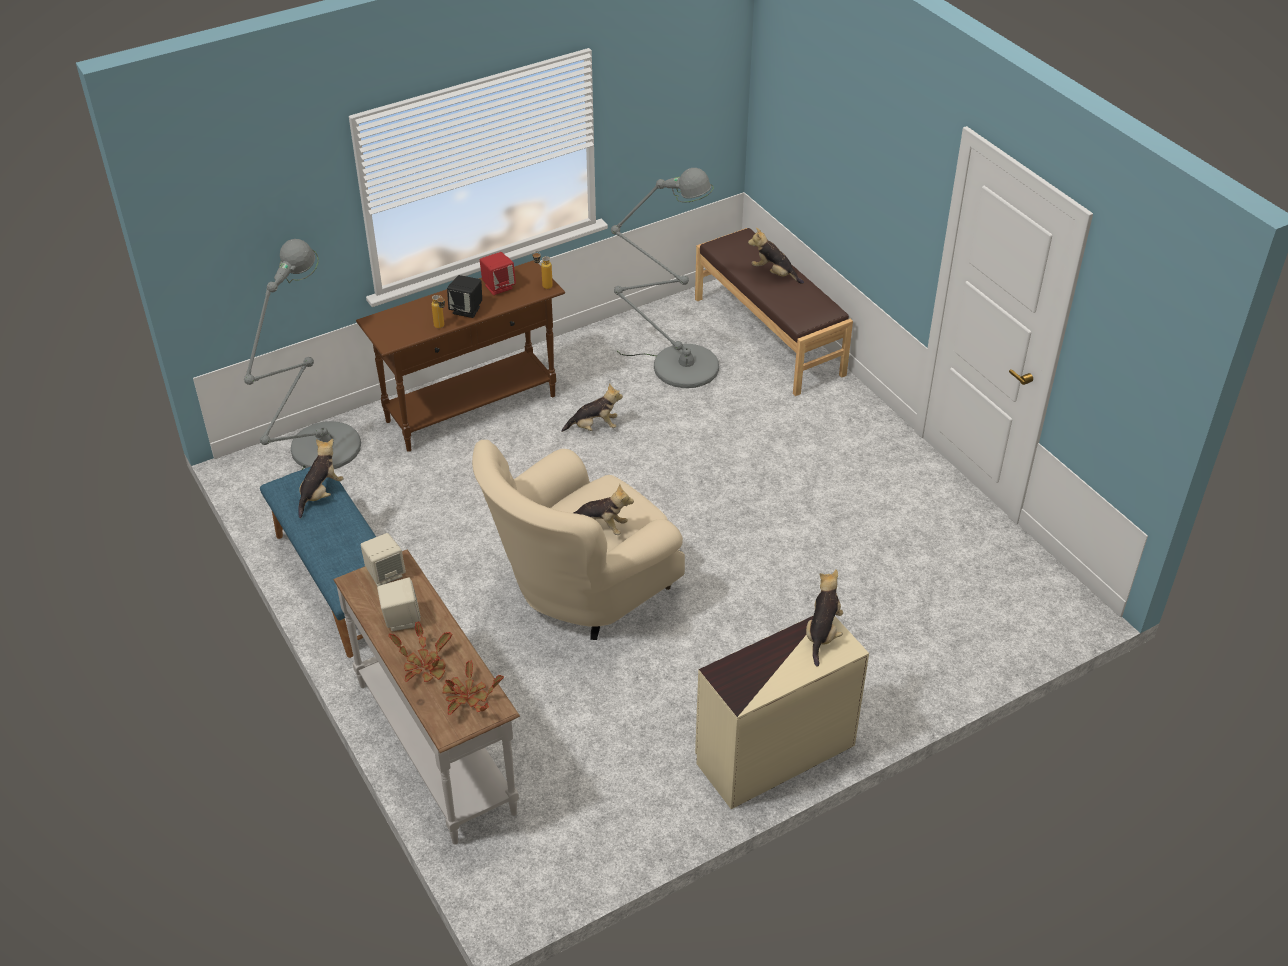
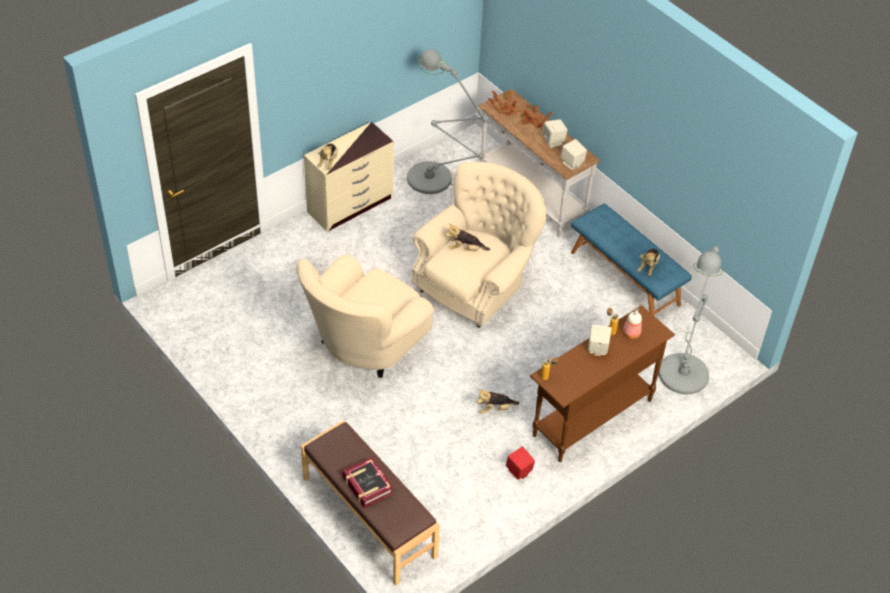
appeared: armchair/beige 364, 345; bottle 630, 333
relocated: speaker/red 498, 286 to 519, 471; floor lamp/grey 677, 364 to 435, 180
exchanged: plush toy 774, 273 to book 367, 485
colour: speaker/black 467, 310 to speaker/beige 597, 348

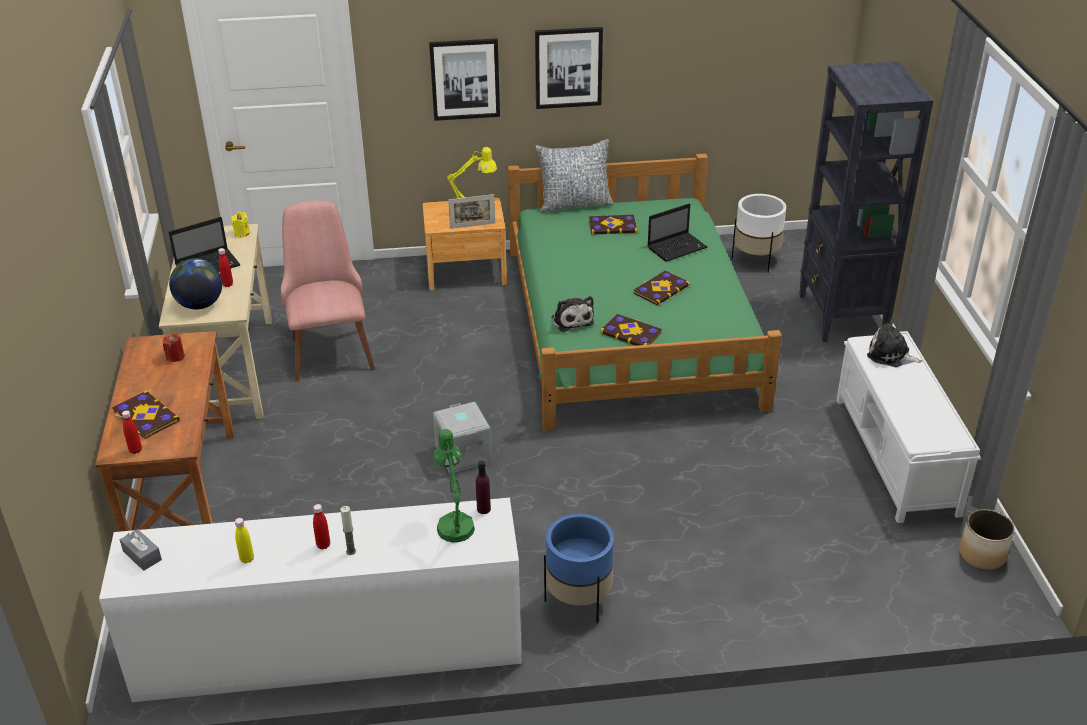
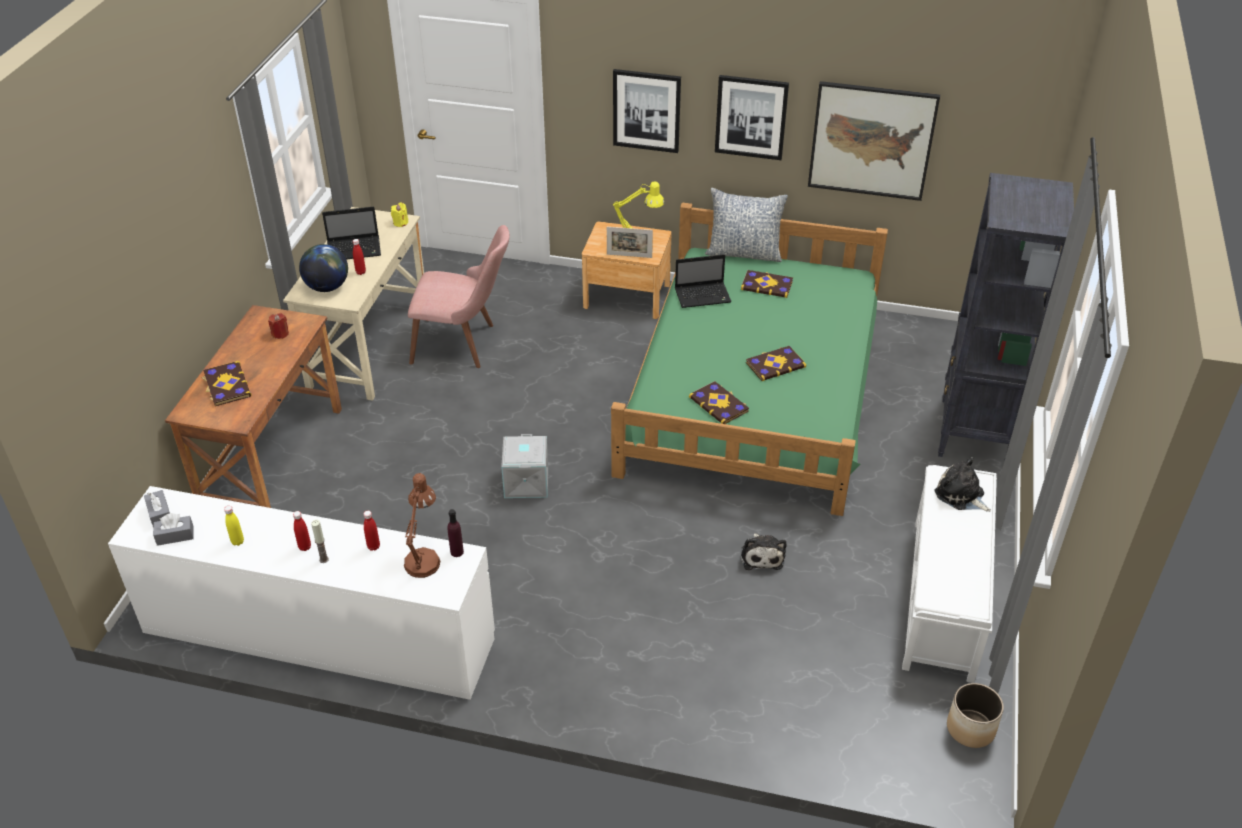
missing: planter/blue 579, 600; planter/white 756, 260
appeared: tissue box/grey 175, 536; picture 871, 140
relocated: bottle/red 135, 450 to 373, 546; plush toy 571, 320 to 762, 556; laptop 677, 247 to 703, 296
colour: table lamp/green 454, 523 to table lamp/brown 424, 558
spun: chair/pink 329, 346 = 464, 344 90 degrees clockwise

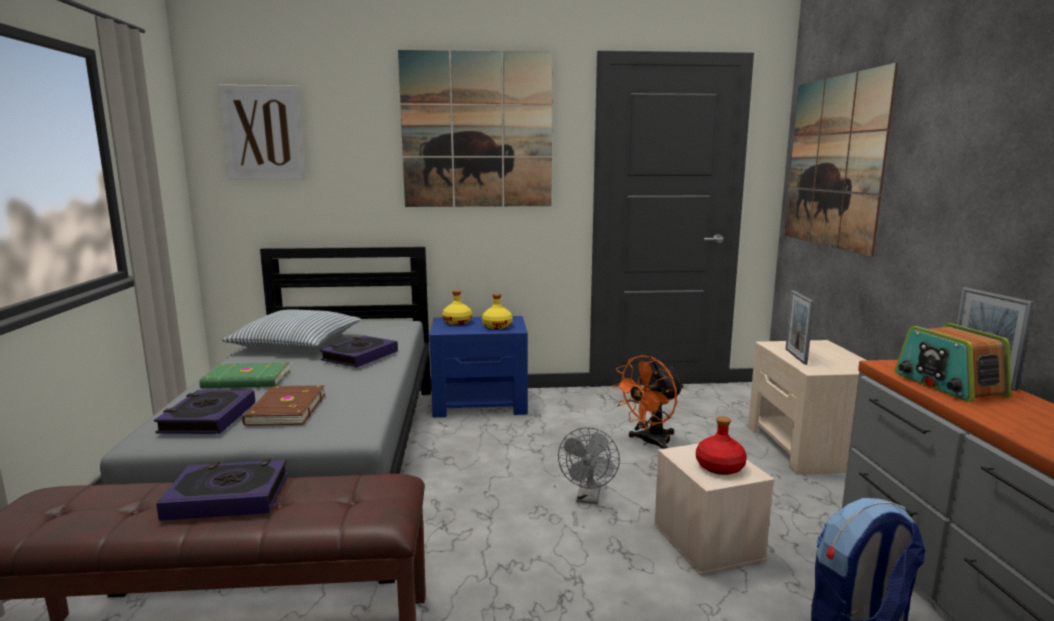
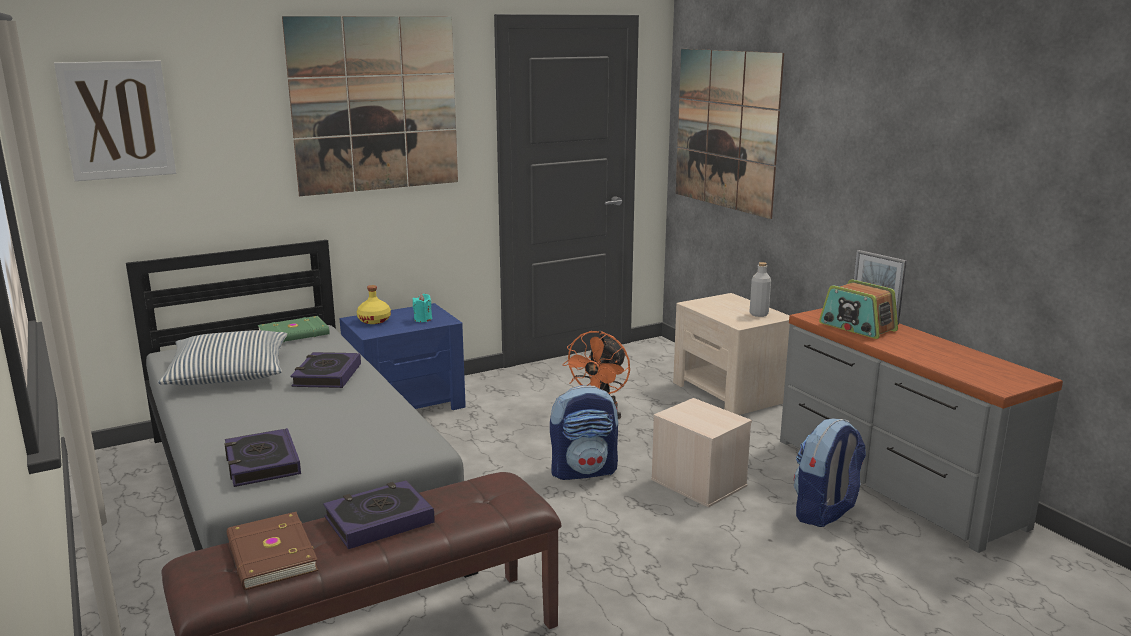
missing: bottle/red 719, 467; picture frame 795, 356
appeared: bottle/grey 758, 314
relocated: book/green 247, 380 to 294, 334; book/brown 285, 409 to 269, 555
exchanged: bottle/yellow 497, 326 to candle/turquoise 423, 319; fan/grey 588, 498 to backpack 584, 471

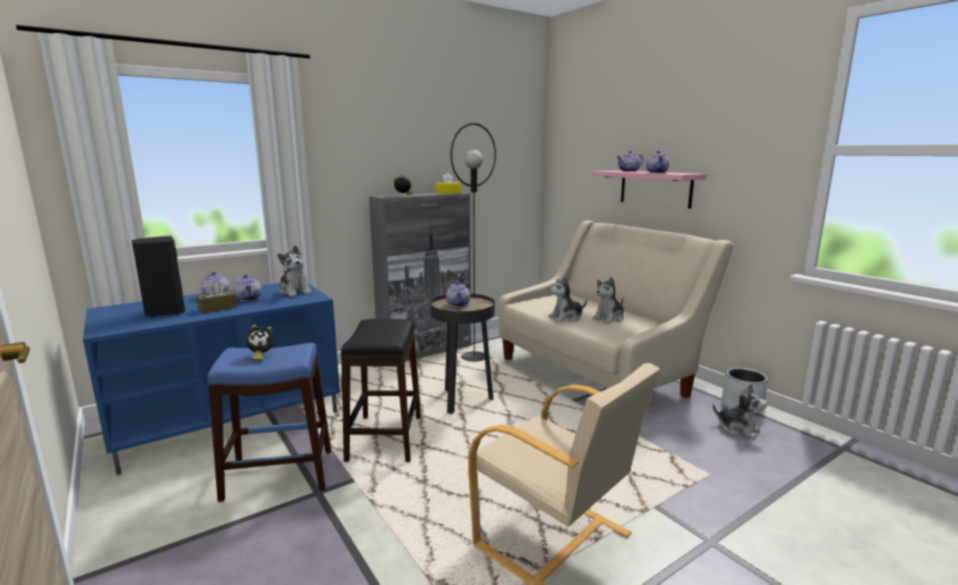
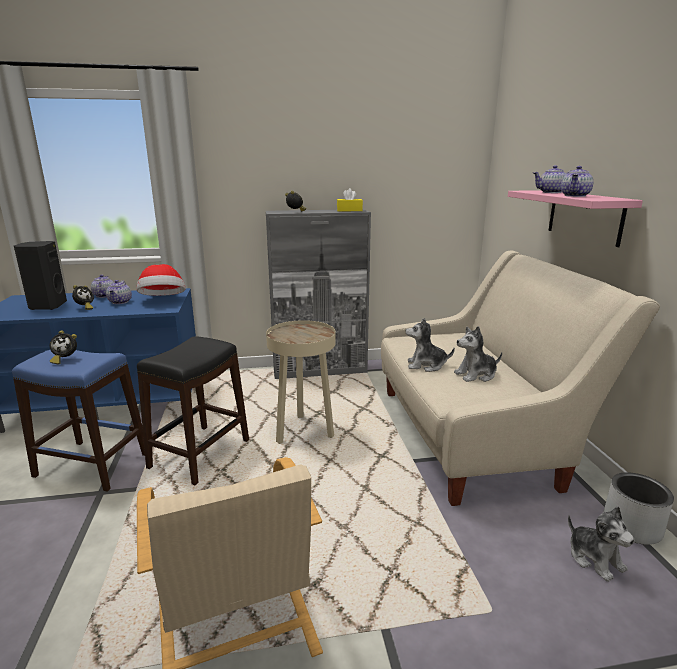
missing: teapot 458, 304; floor lamp/black 474, 357
exchanged: tissue box/brown 217, 308 to alarm clock 85, 308; plush toy 295, 292 to hat 163, 300
colour: side table/black 463, 400 to side table/beige 304, 432

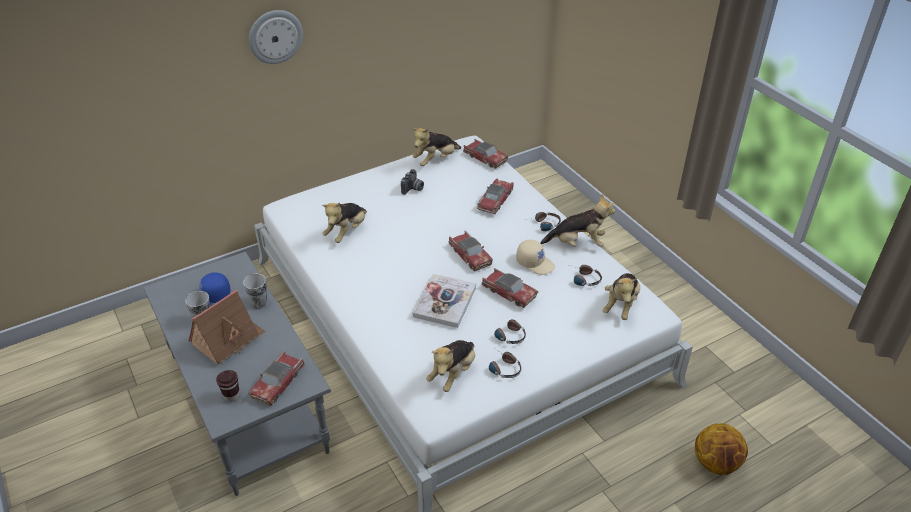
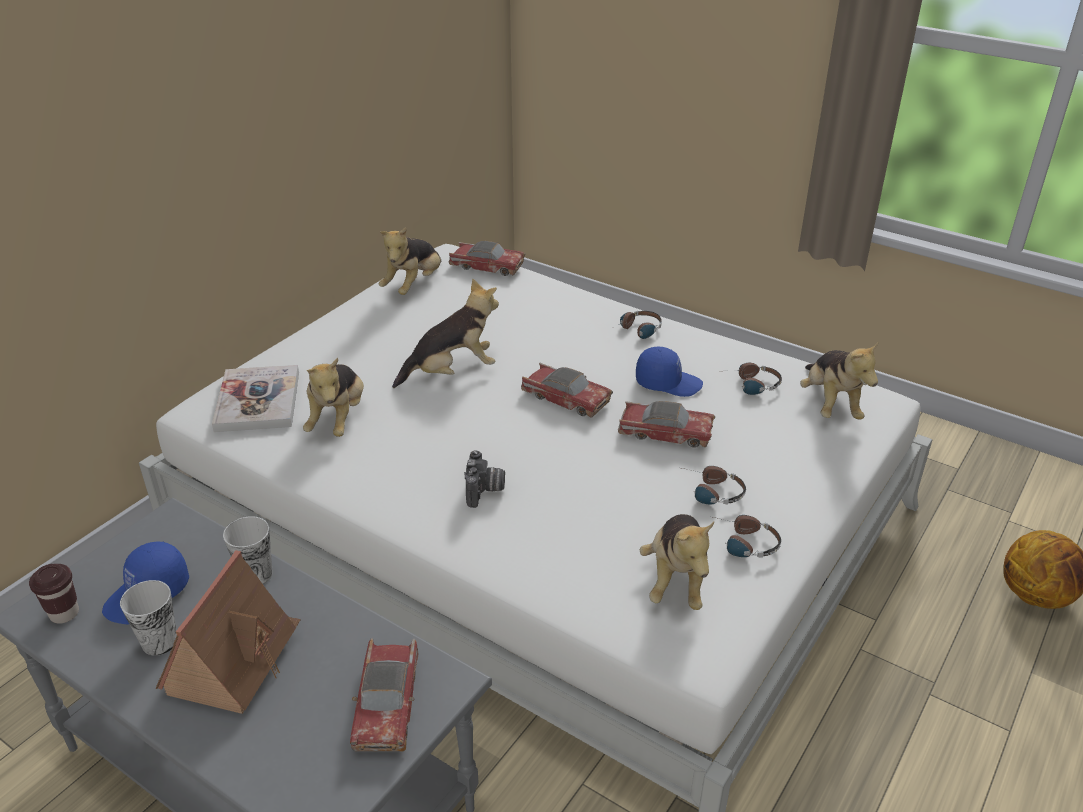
missing: wall clock 275, 36; toy car 495, 200
relocated: cup/brown 232, 396 to 64, 613; photo camera 413, 189 to 485, 491; book 445, 302 to 258, 401; plush toy 577, 243 to 452, 372
colour: cap/beige 535, 263 to cap/blue 668, 382

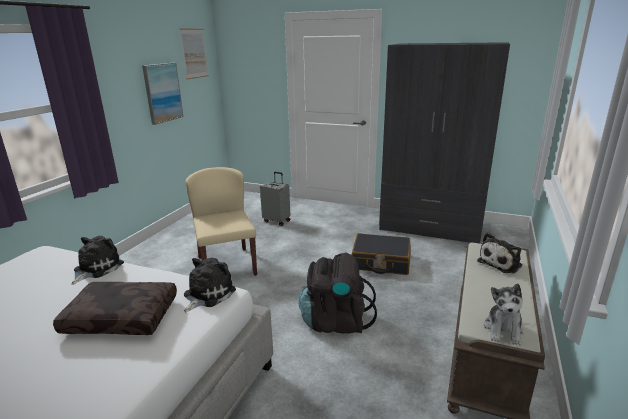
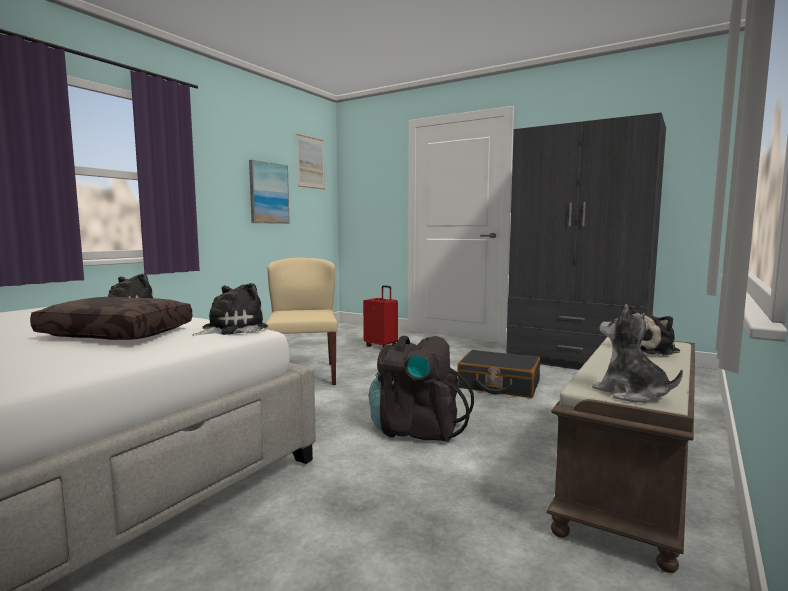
colour: suitcase/grey 277, 221 to suitcase/red 381, 346
spun: plush toy 503, 330 = 631, 393 120 degrees clockwise

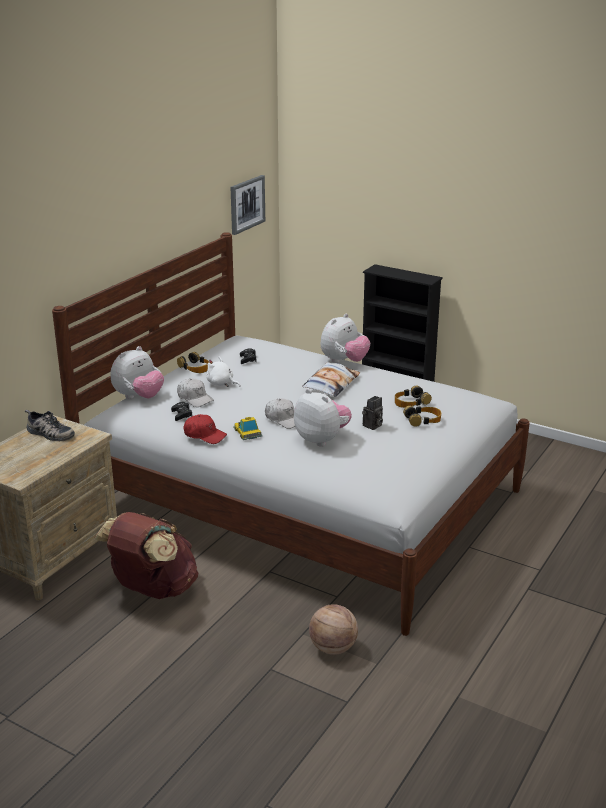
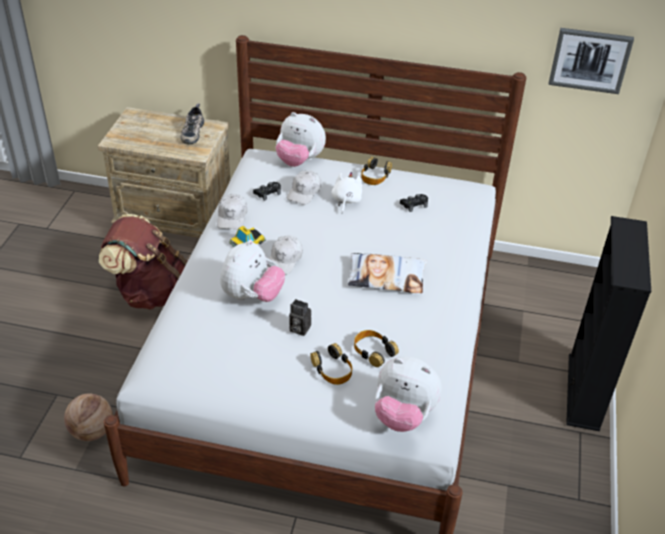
relocated: plush toy 344, 361 to 403, 415
colour: cap/red 205, 435 to cap/white 232, 217

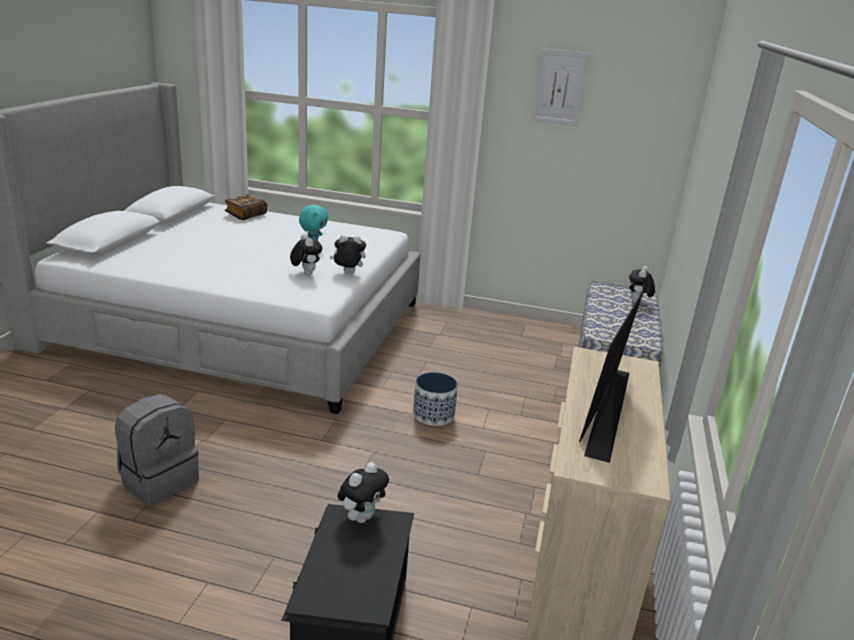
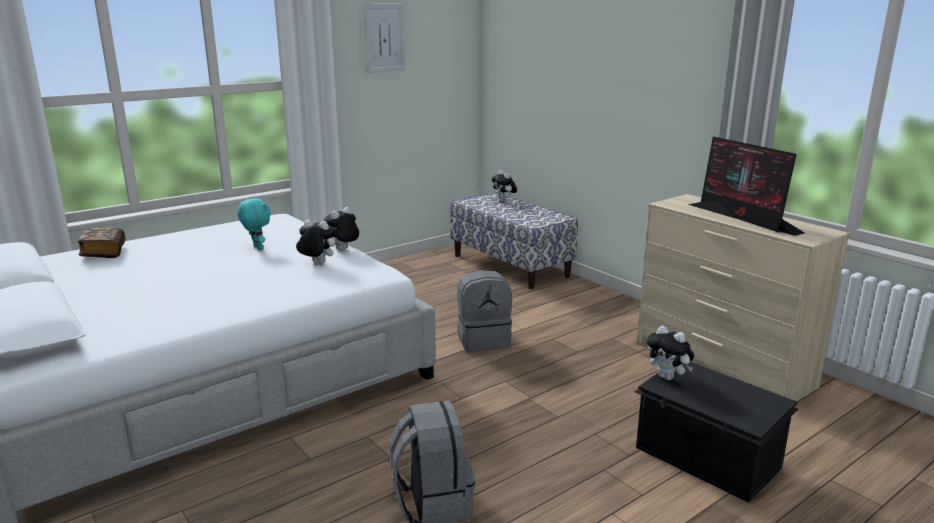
exchanged: planter 434, 415 to backpack/grey 483, 340
spun: plush toy 362, 517 = 668, 377 150 degrees clockwise

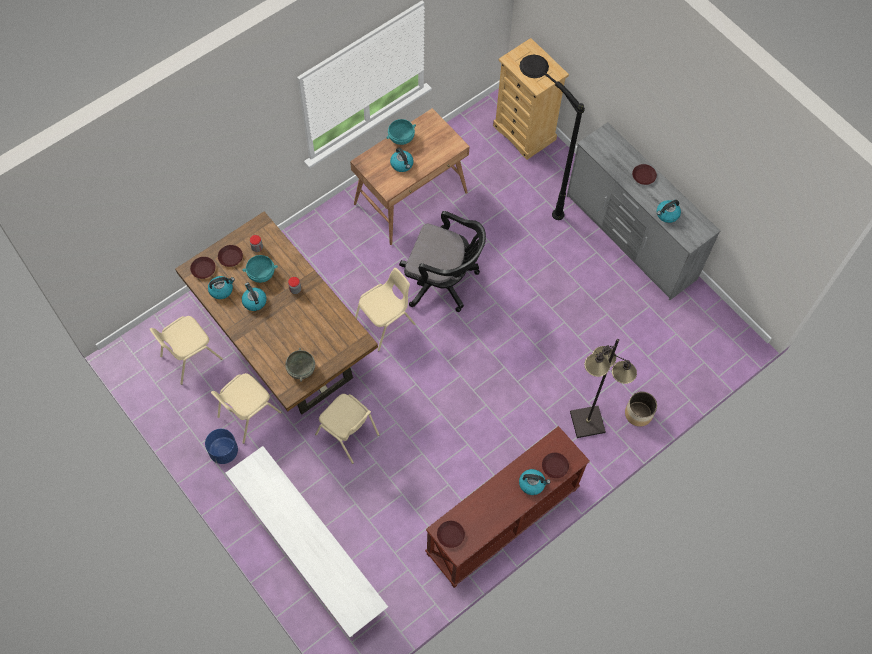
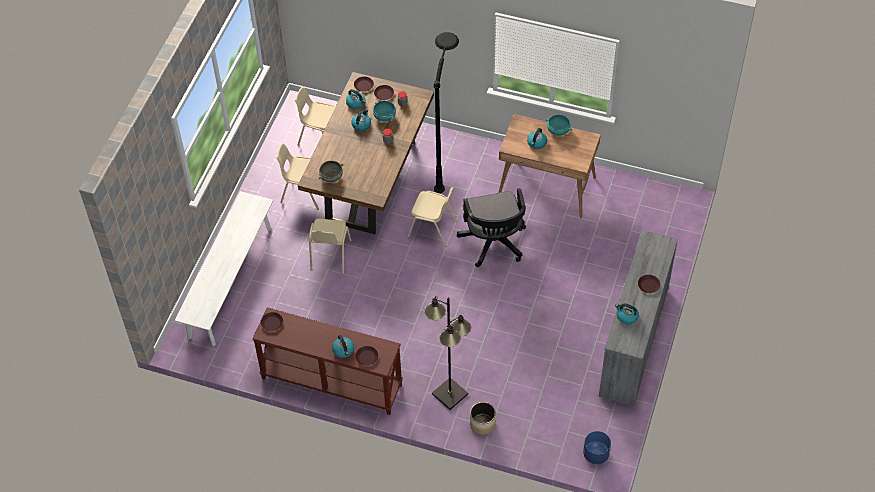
missing: dresser/beige 524, 133
relocated: planter/blue 224, 452 to 596, 454; floor lamp/black 529, 191 to 446, 162

